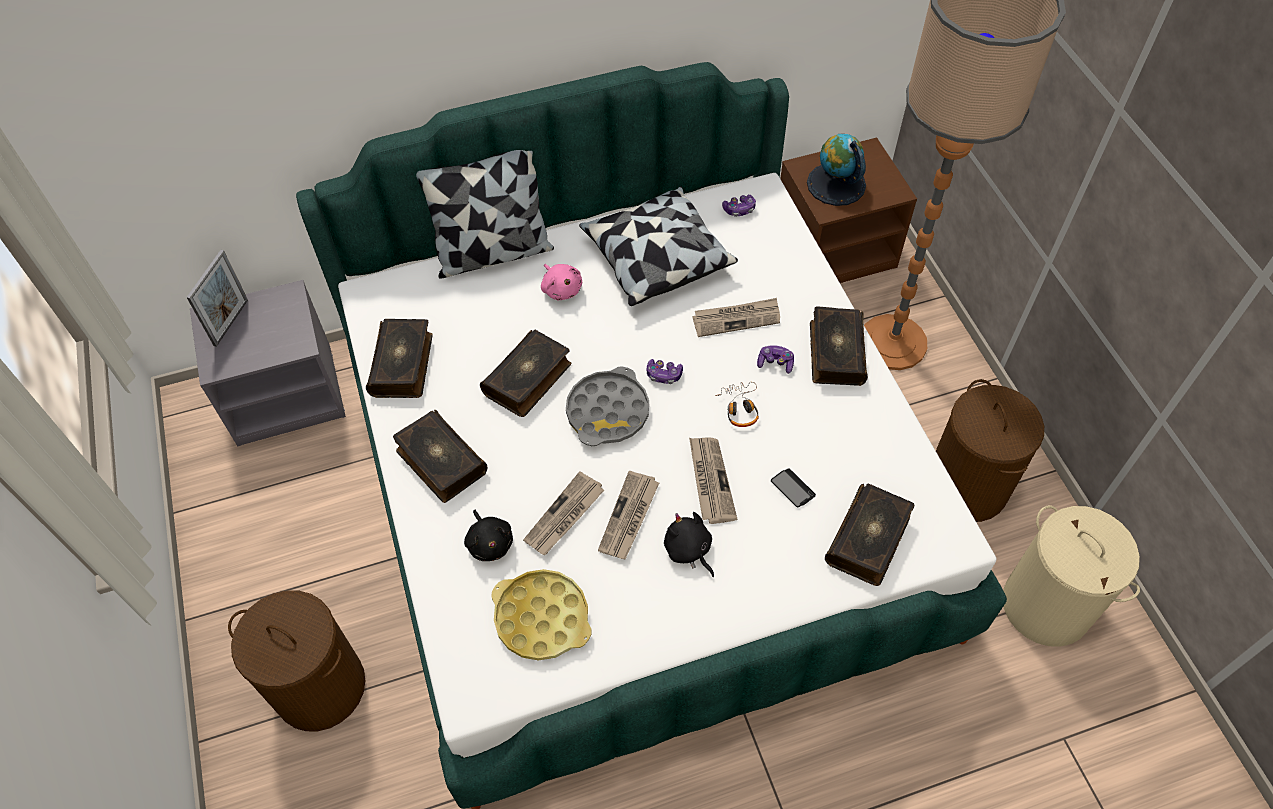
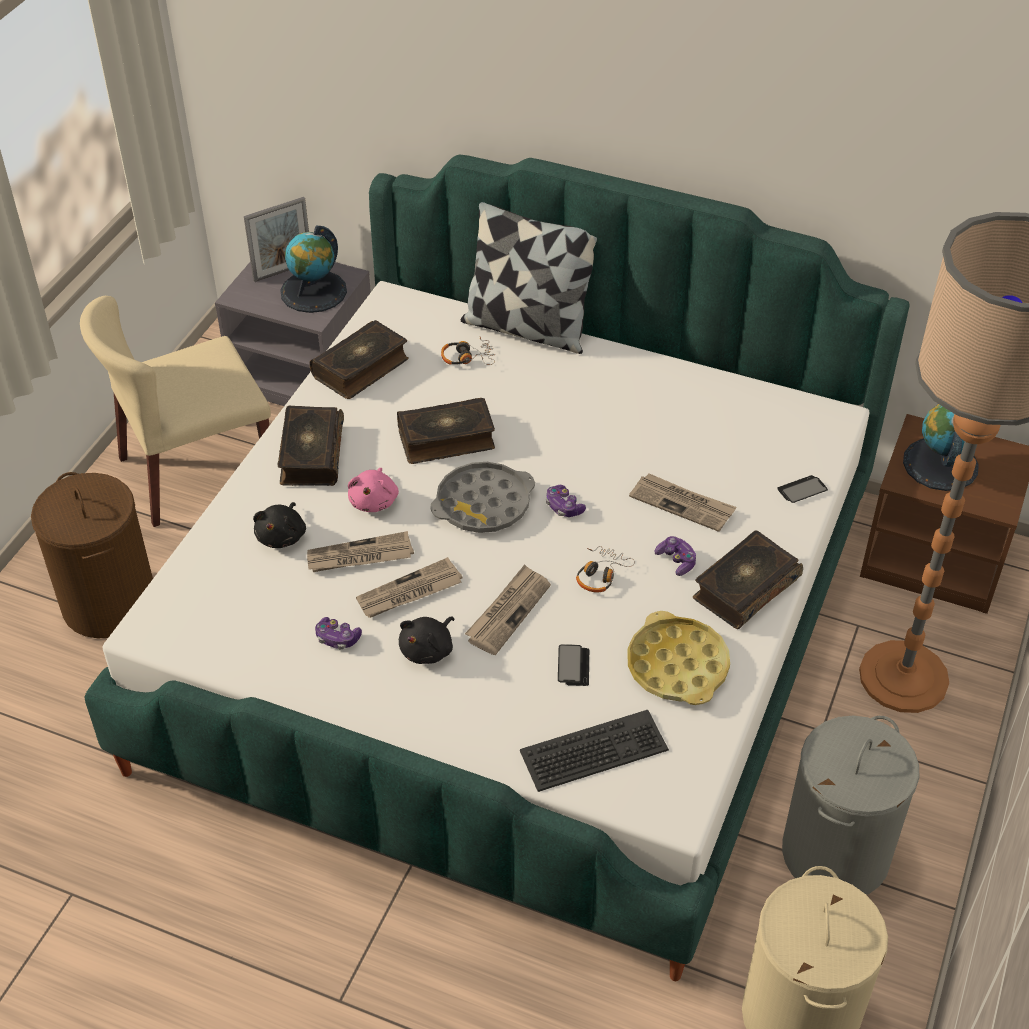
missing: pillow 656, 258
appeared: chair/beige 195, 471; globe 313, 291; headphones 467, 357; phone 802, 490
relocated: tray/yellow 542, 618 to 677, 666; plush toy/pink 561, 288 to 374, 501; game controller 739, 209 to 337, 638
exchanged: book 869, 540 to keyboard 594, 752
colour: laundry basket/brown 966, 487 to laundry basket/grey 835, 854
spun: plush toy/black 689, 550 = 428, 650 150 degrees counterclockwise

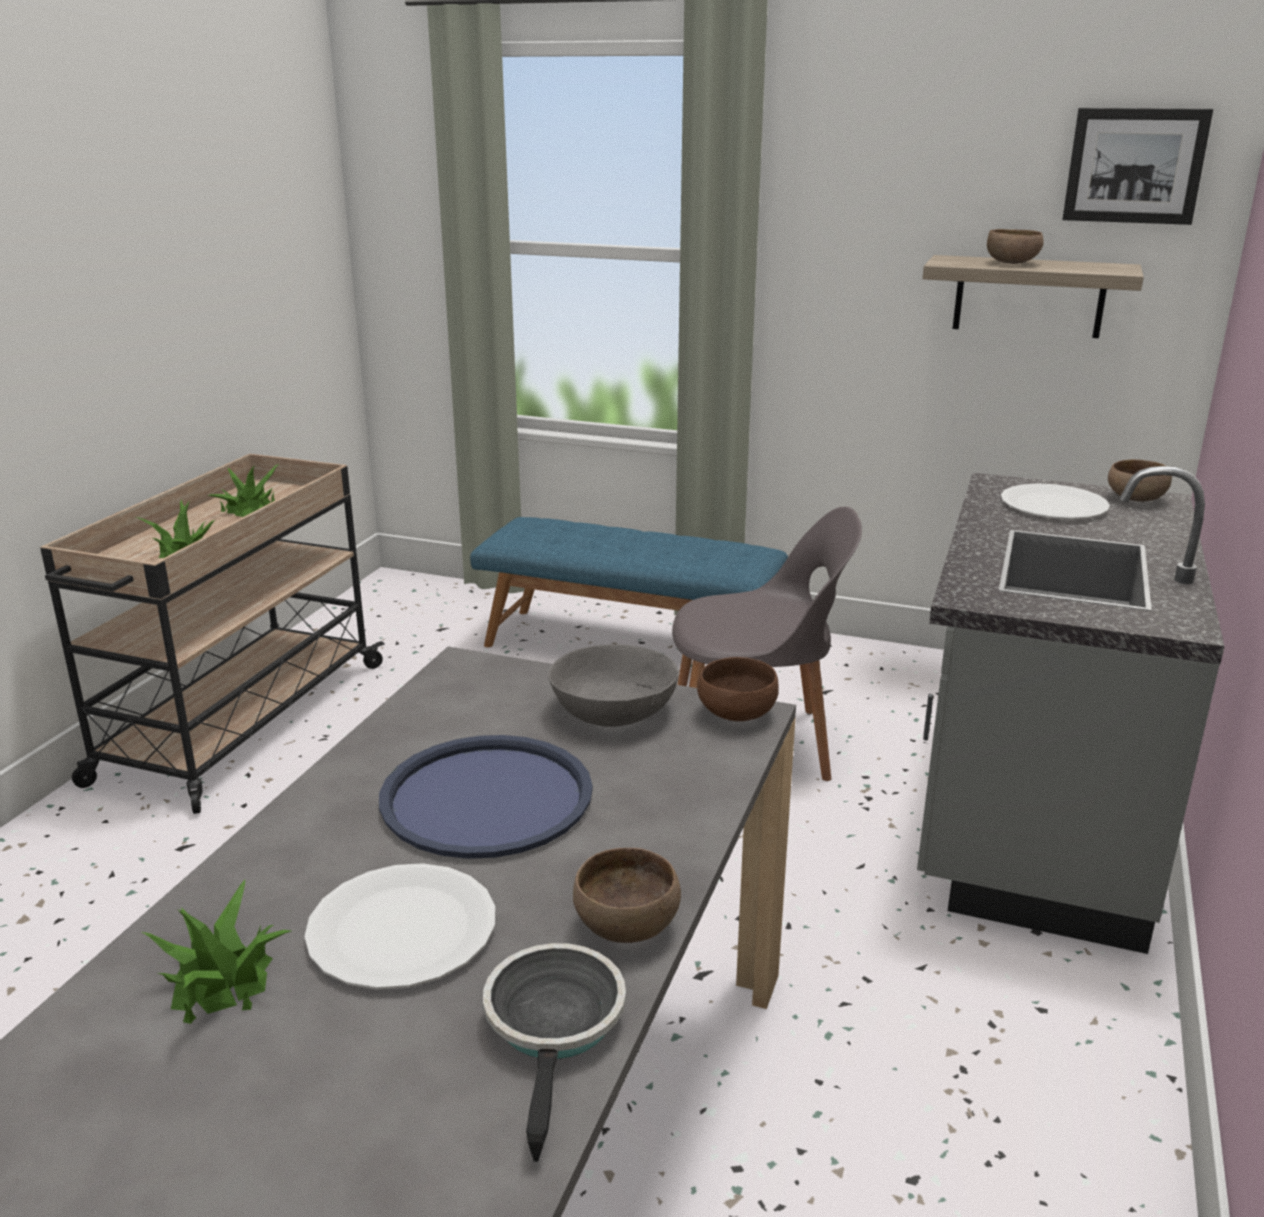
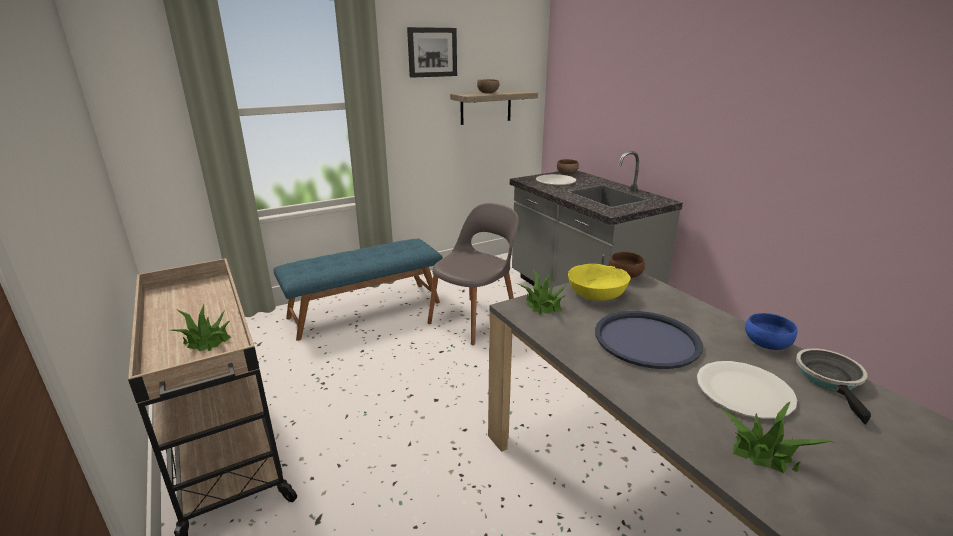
relocated: potted plant 249, 507 to 543, 304; picture 1135, 165 to 432, 52
colour: bowl/grey 613, 709 to bowl/yellow 596, 293; bowl/brown 625, 924 to bowl/blue 765, 344
spun: frying pan 555, 1027 = 830, 380 60 degrees clockwise

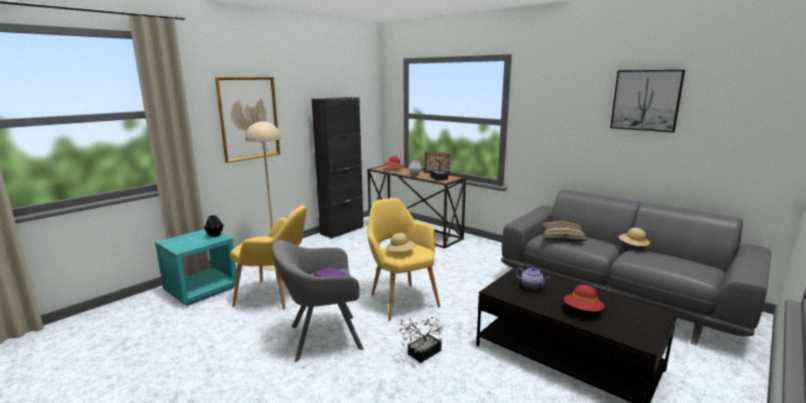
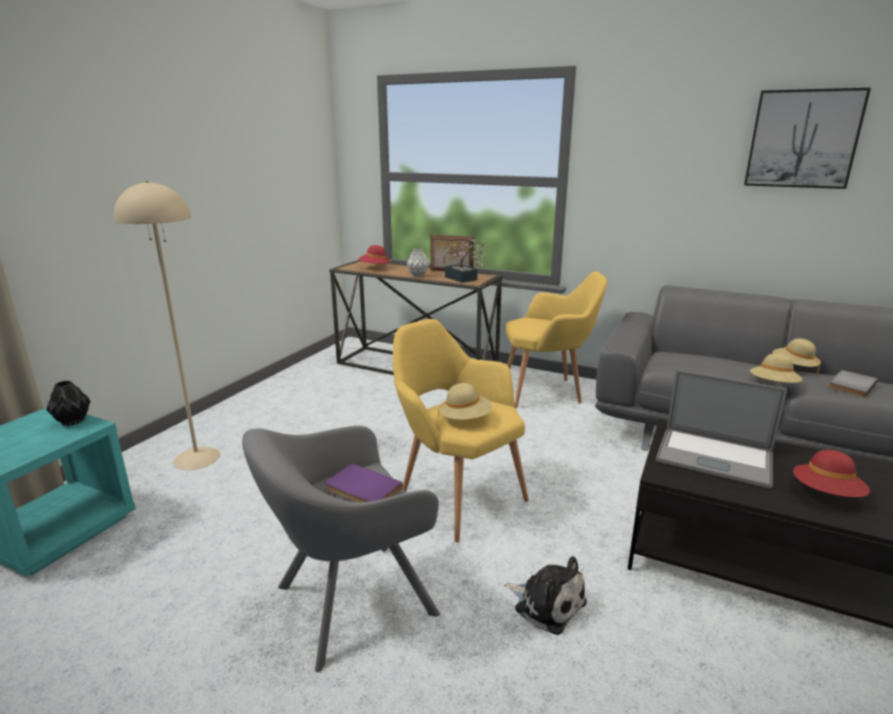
missing: picture 248, 118; cabinet/black 342, 230; pillow 562, 238
appeared: hat/beige 773, 385; book/grey 850, 385
relocated: armchair/yellow 275, 296 to 547, 392
exchanged: potted plant 421, 353 to plush toy 546, 603; teapot 532, 286 to laptop 714, 457

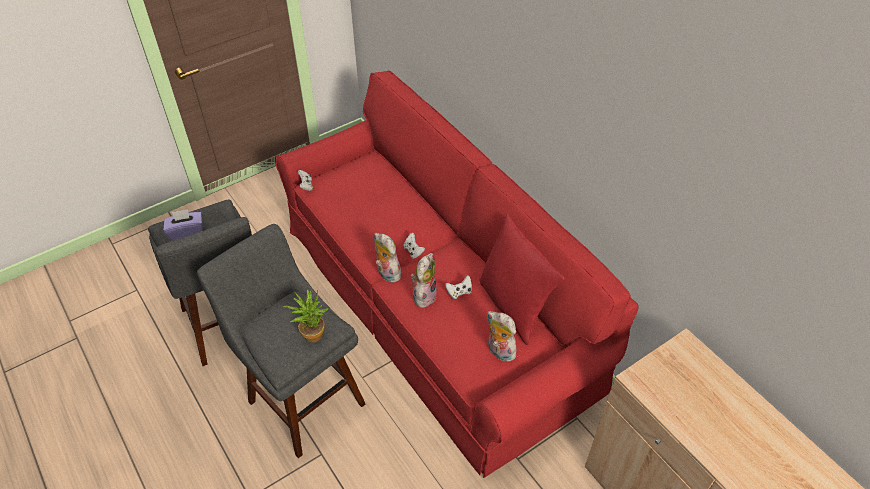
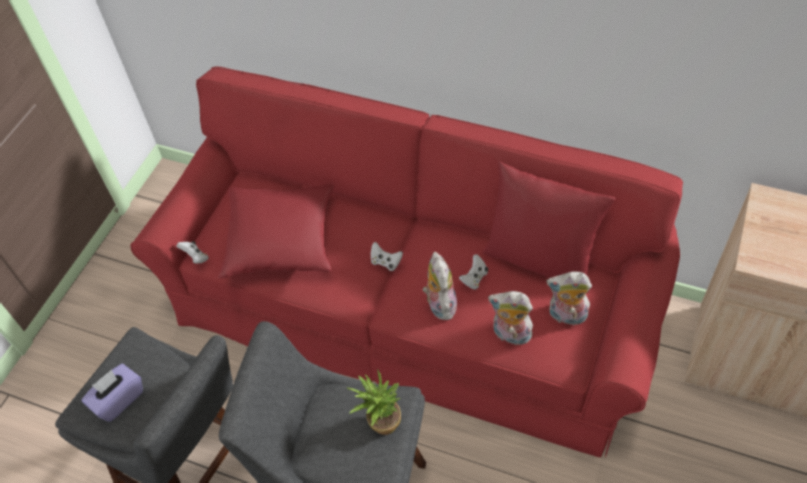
appeared: pillow/red 281, 240
relocated: plush toy 386, 273 to 510, 335

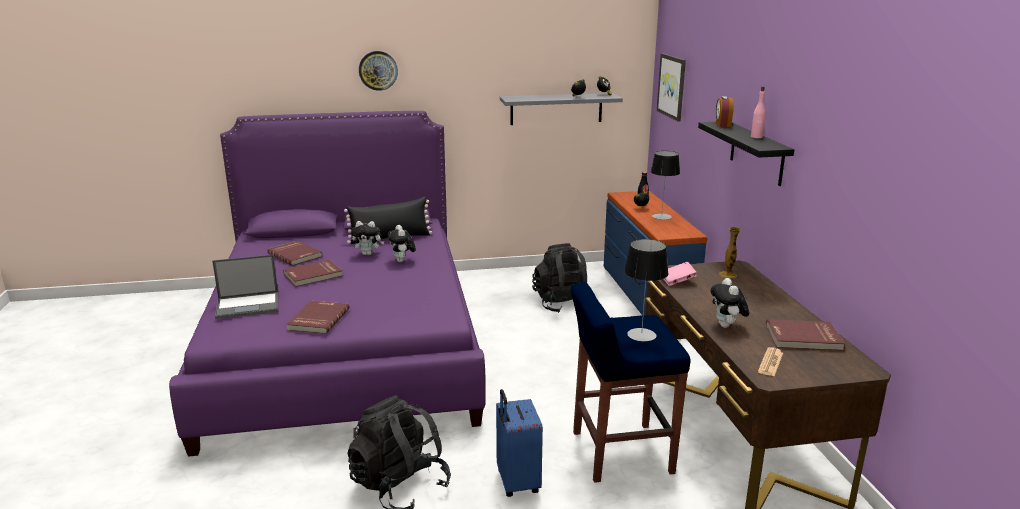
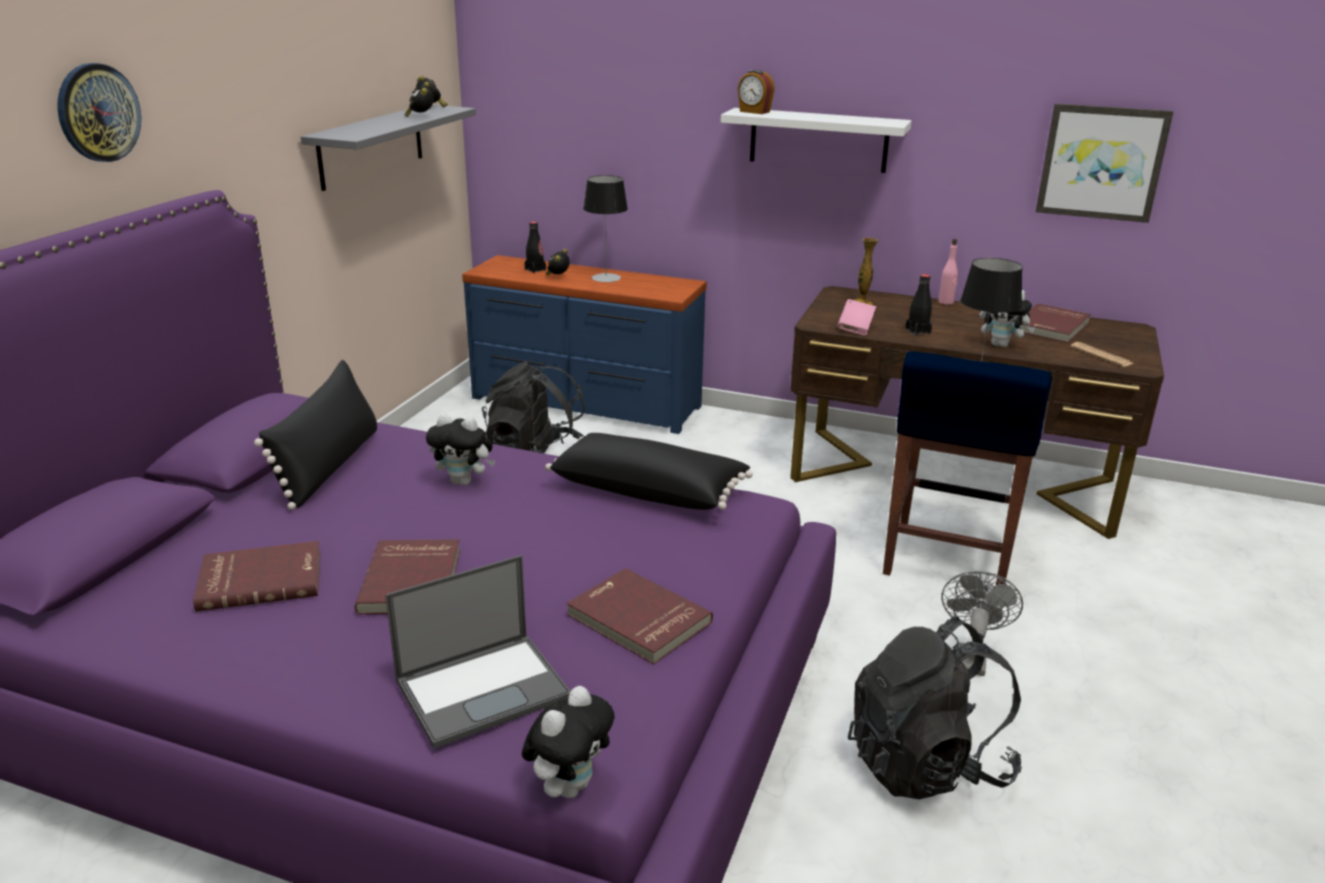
appeared: pillow/black 649, 490; bottle/black 917, 331
relocated: plush toy 368, 254 to 569, 786; picture 672, 86 to 1101, 162; bottle/pink 756, 137 to 946, 302
exchanged: suitcase/blue 516, 482 to fan/grey 971, 656
colour: shelf/black 756, 153 to shelf/white 818, 140
spun: laptop 249, 305 = 484, 688 45 degrees clockwise

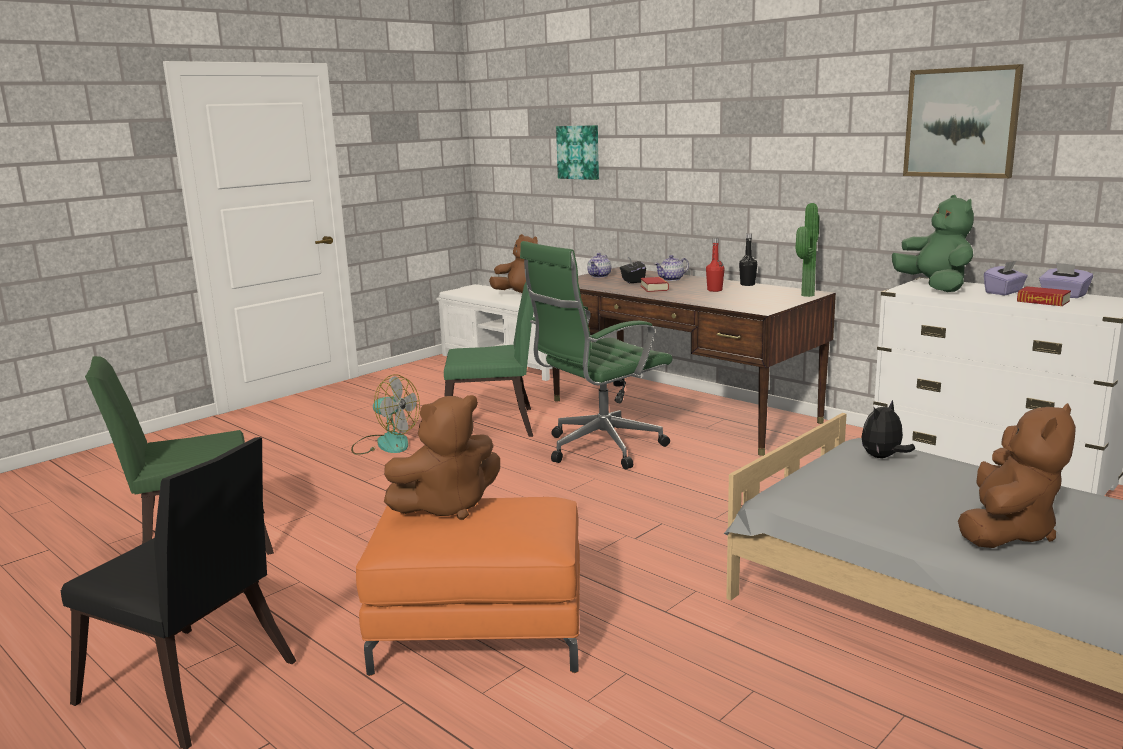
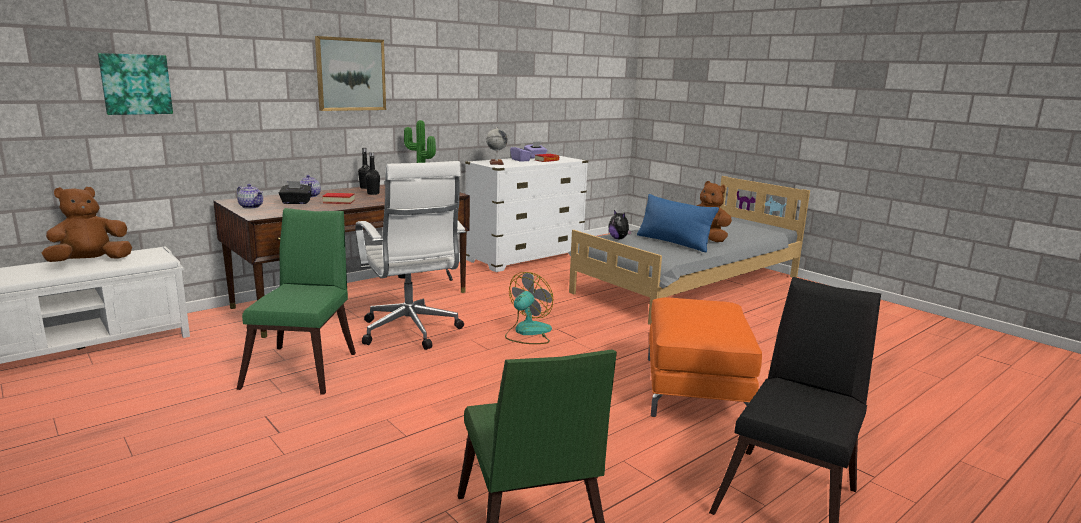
missing: plush toy/brown 447, 506
appeared: pillow/blue 673, 242
relocated: fan 385, 444 to 527, 333; picture 961, 122 to 350, 74
exchanged: plush toy/green 935, 287 to globe 496, 163
colour: office chair/green 598, 449 to office chair/white 411, 332; bottle/red 714, 290 to bottle/black 373, 193

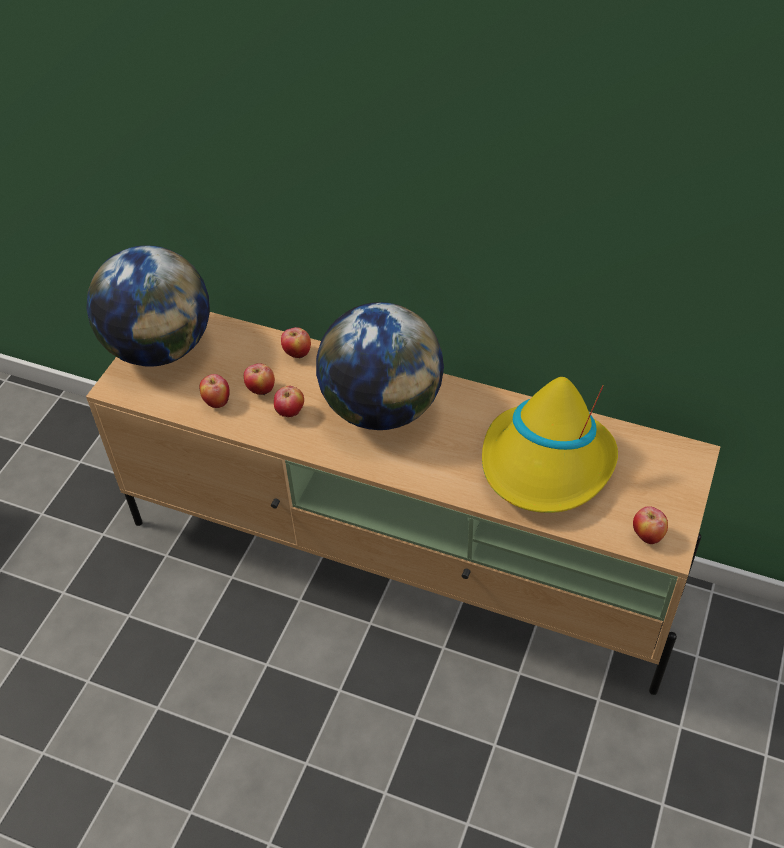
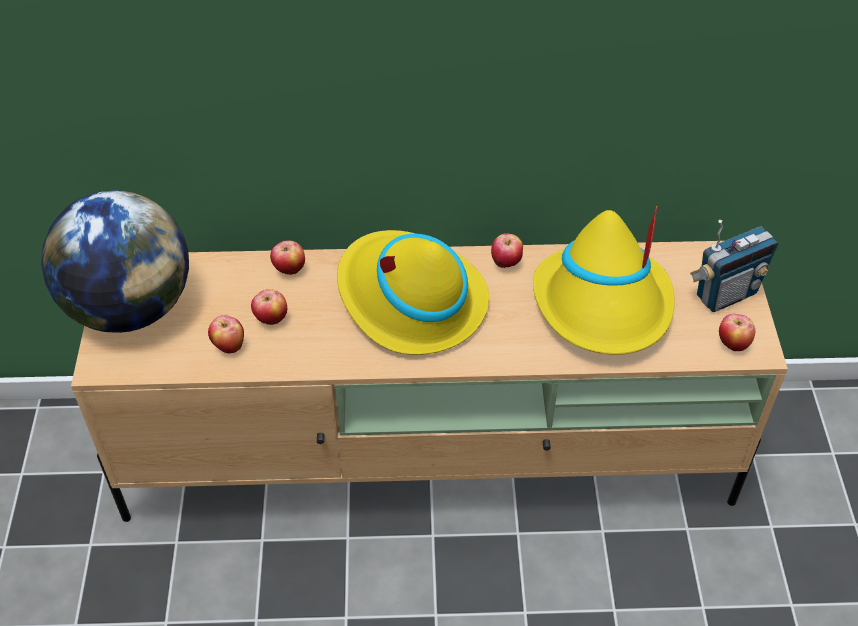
appeared: radio 725, 294
relocated: apple 290, 413 to 506, 263
exchanged: globe 382, 408 to hat/yellow 410, 300

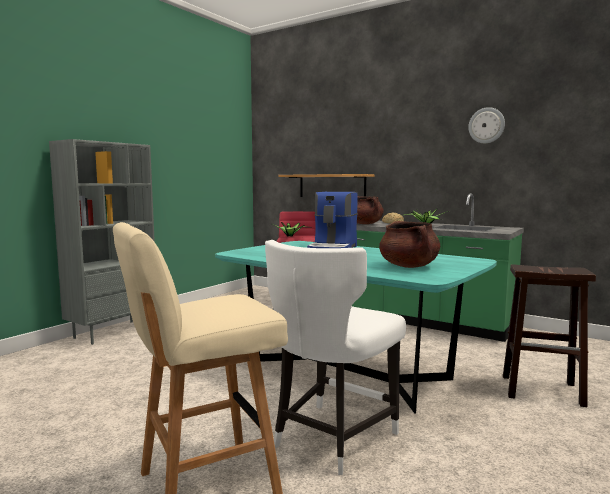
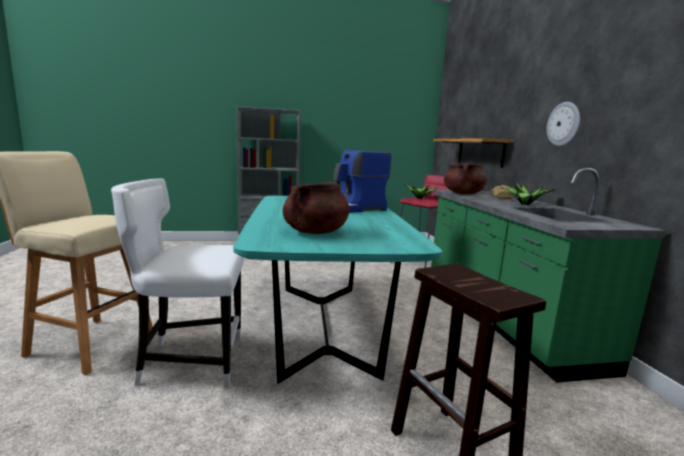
relocated: wall clock 486, 125 to 563, 124

